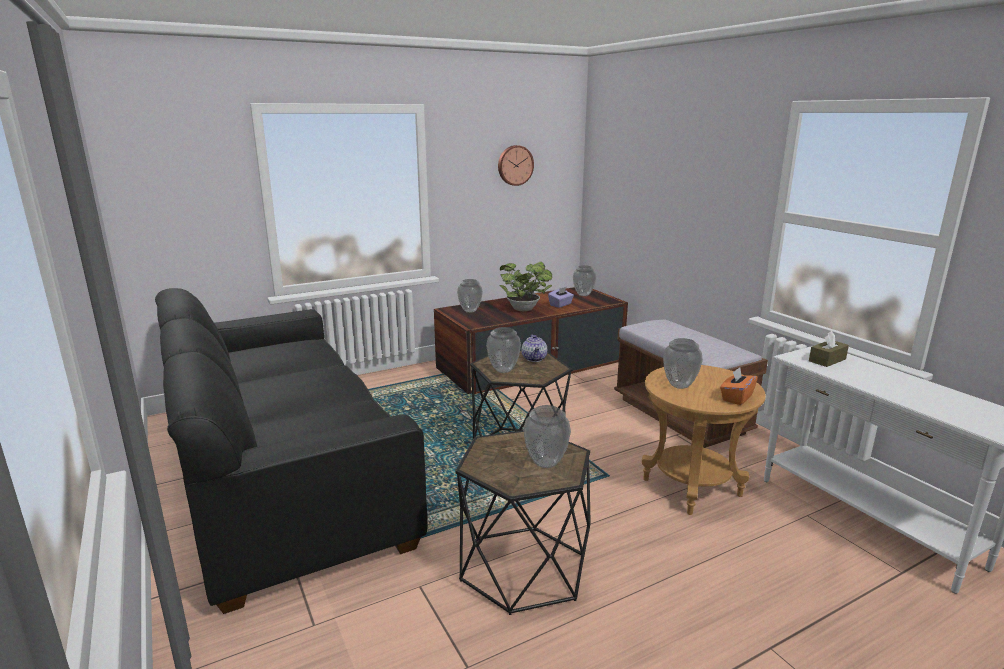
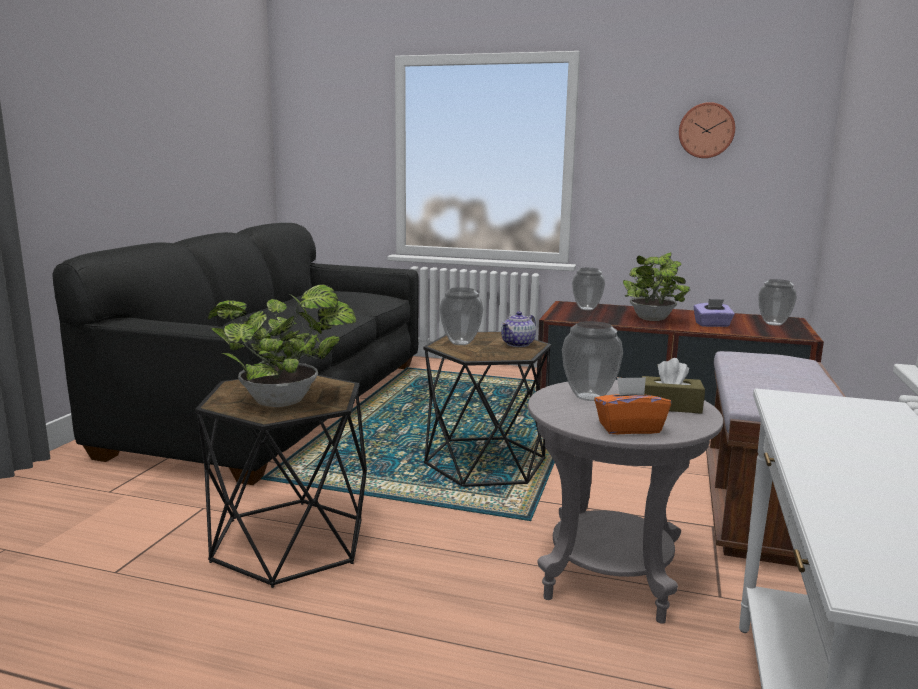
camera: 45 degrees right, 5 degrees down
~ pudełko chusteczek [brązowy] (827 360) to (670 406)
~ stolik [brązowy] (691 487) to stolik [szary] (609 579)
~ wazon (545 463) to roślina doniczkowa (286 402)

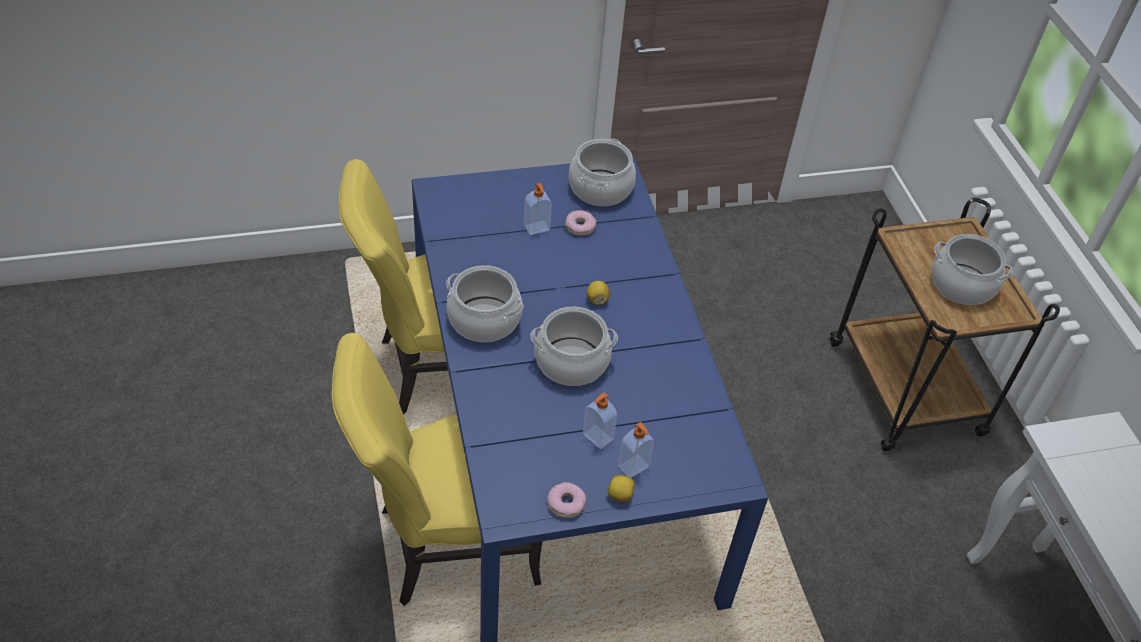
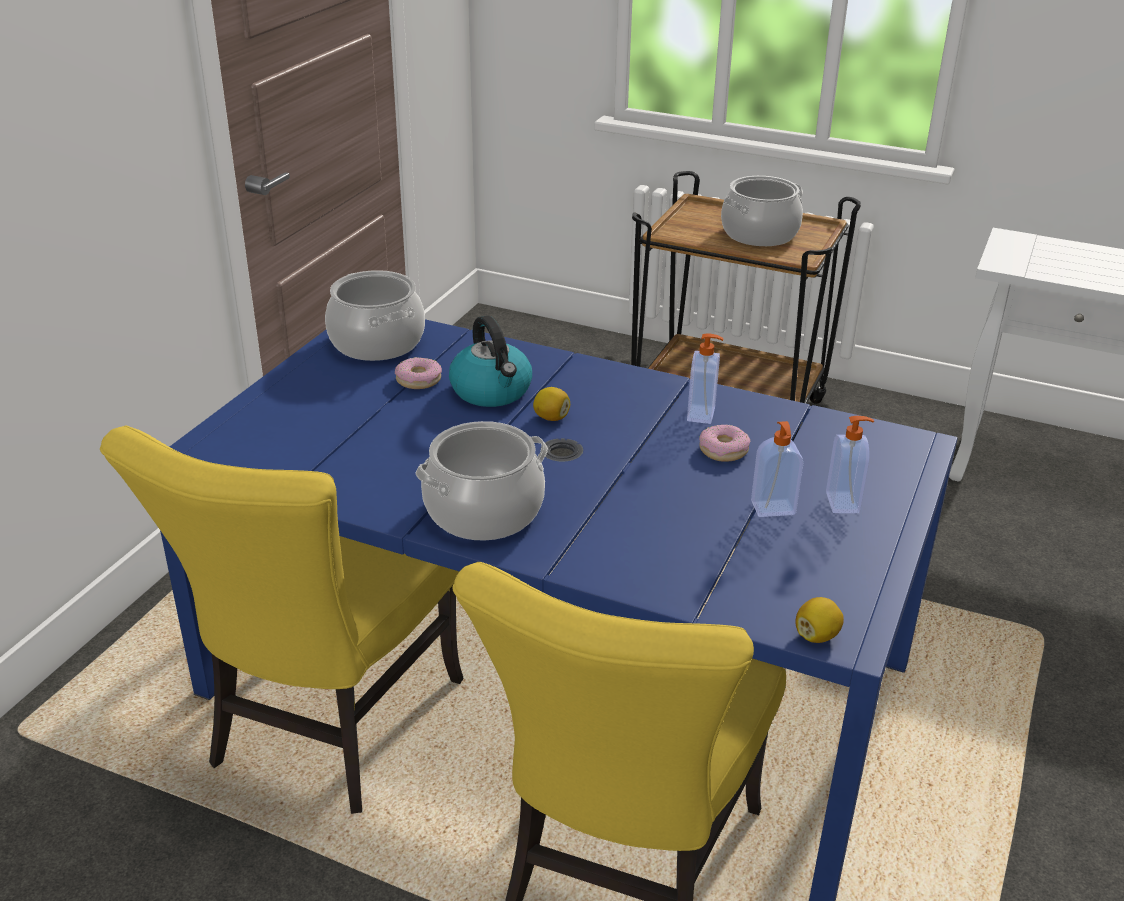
camera: 50 degrees left, 15 degrees down
~ dozownik mydła (537 228) to (702 414)
- garnek (571 362)
~ cytryna (620 495) to (816 635)
~ donut (566 504) to (723 450)
+ czajnik (492 391)

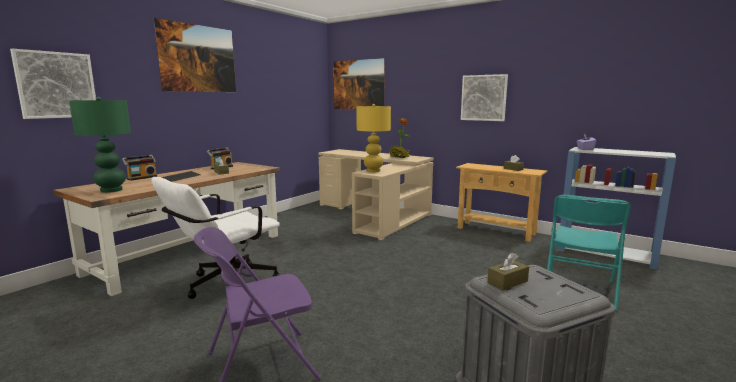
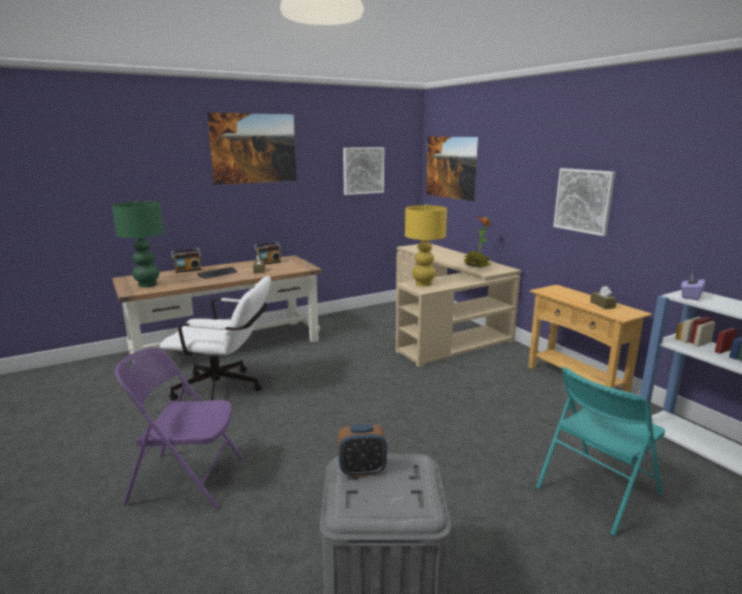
camera: 25 degrees right, 5 degrees up
~ obraz (56 85) to (363 170)
~ krzesło biurowe [biały] (224 286) = (225 389) 150 degrees counterclockwise
~ pudełko chusteczek [brązowy] (507 282) to budzik (362 470)

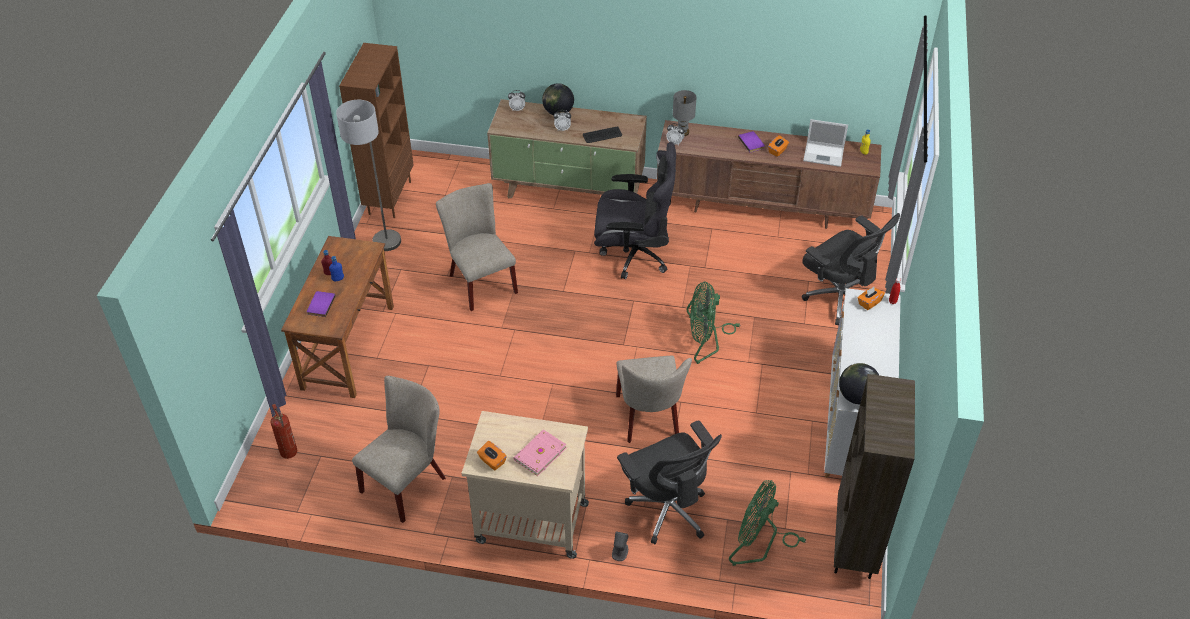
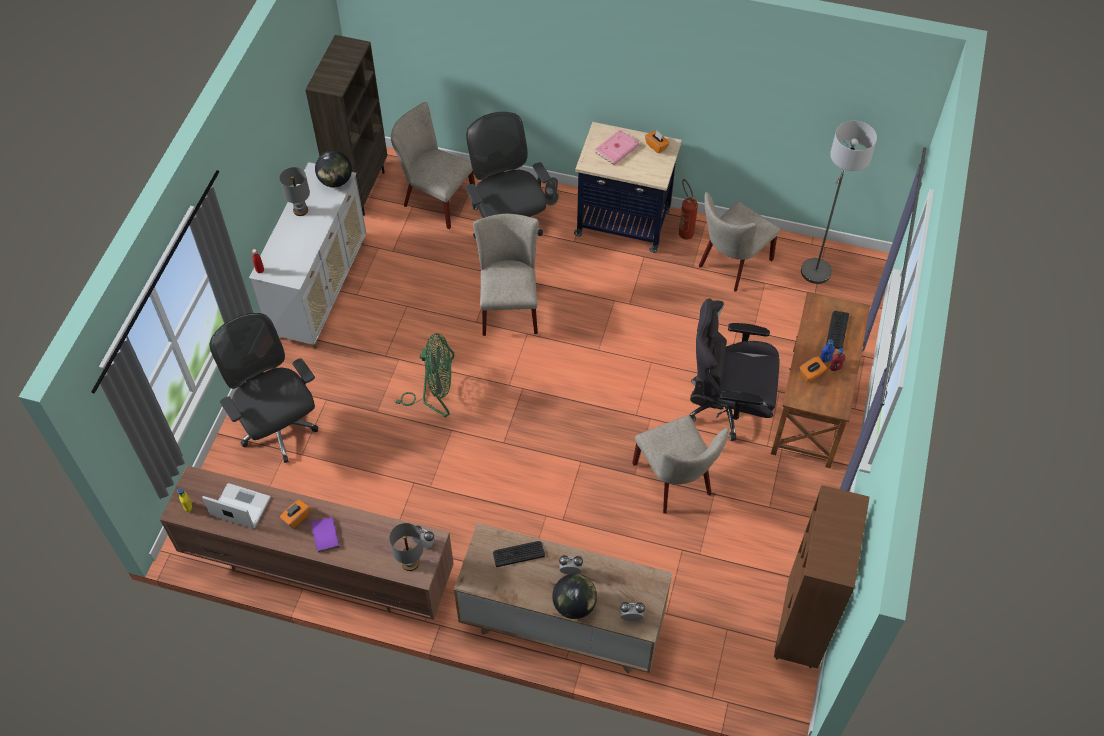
camera: 175 degrees left, 10 degrees up
~ lampa stojąca [szary] (382 247) to (819 265)
~ krzesło biurowe [czarny] (631 256) to (729 406)
~ pudełko chusteczek [pomarańczowy] (869 303) to (811 374)
~ książka [fioletowy] (320 305) to klawiatura (837 330)
~ gaśnica (290 455) to (684 231)
~ wózek [beżowy] (531 523) to wózek [niebieski] (623 224)
~ wentylator [zielony] (761 539) to krzesło [beżowy] (435 199)
+ lampa stołowa [szary] (301 210)

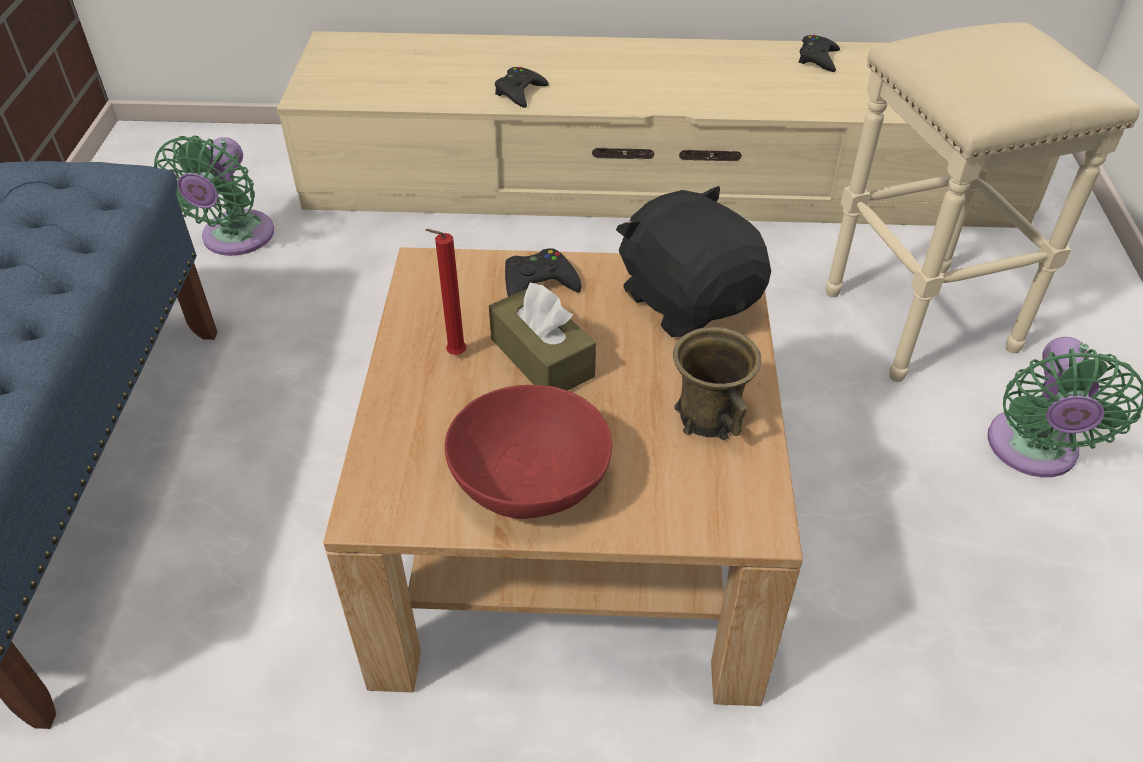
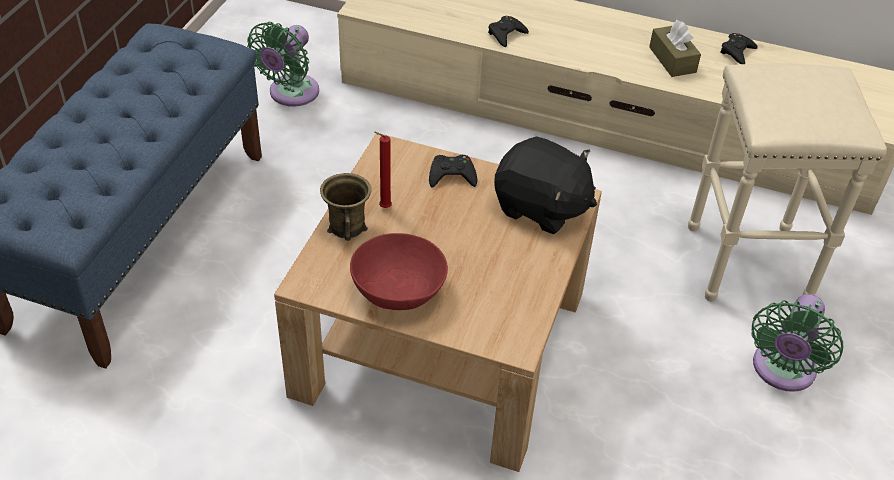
camera: 15 degrees right, 0 degrees up
~ pluszak [czarny] (688 300) = (541 208) 135 degrees clockwise
~ pudełko chusteczek [brązowy] (542 358) to (672 60)
~ kubek [brązowy] (709 416) to (347 226)

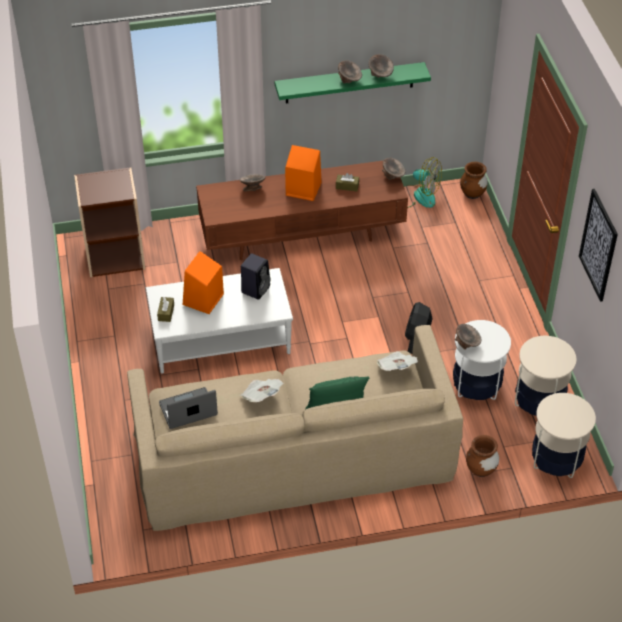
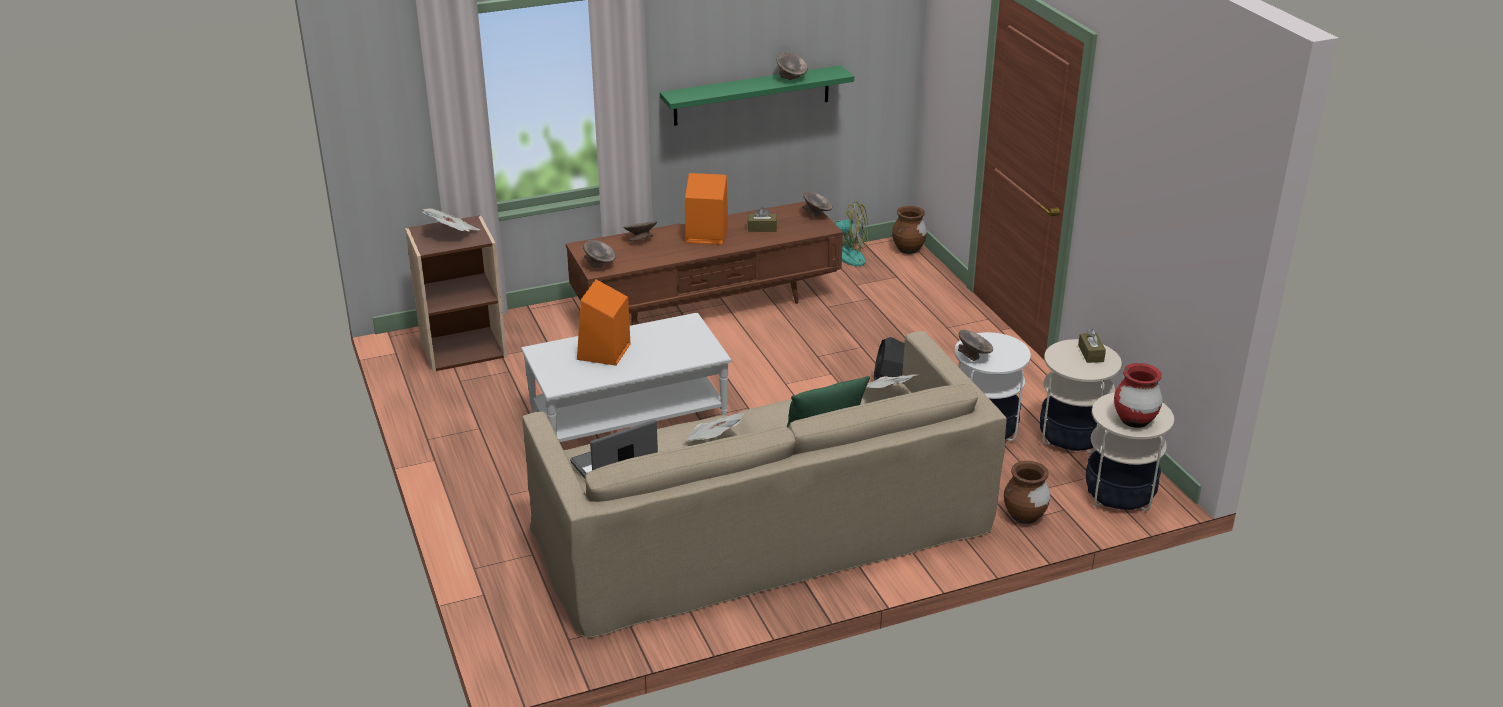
camera: 10 degrees left, 15 degrees down
~ miska [szary] (349 81) to (599 265)
- obraz (598 245)
- głośnik [czarny] (256 289)
~ pudełko chusteczek [brązowy] (166 313) to (1090 353)
+ gazeta (452 233)
+ wazon [czerwony] (1134 421)

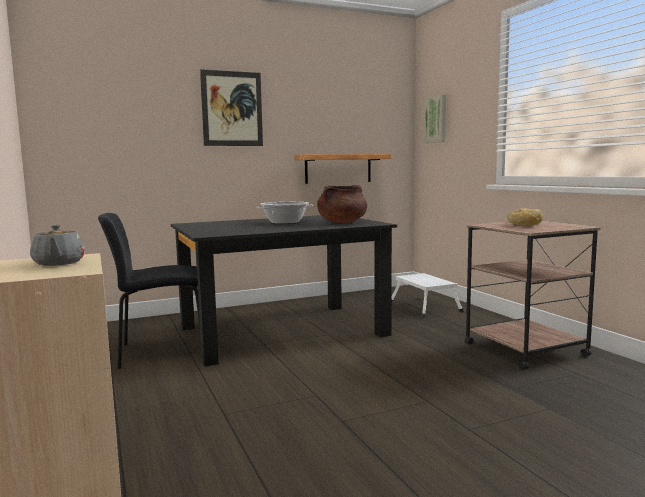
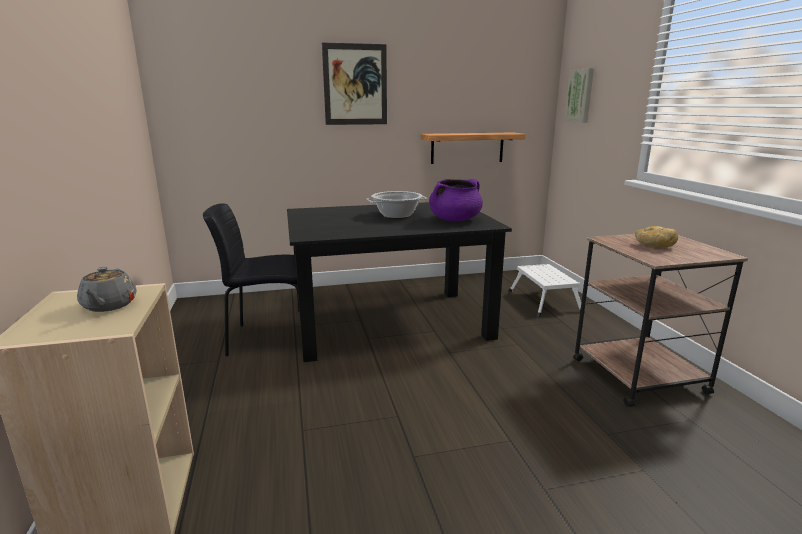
camera: 10 degrees right, 10 degrees up
~ garnek [brązowy] (342 222) to garnek [fioletowy] (455 220)

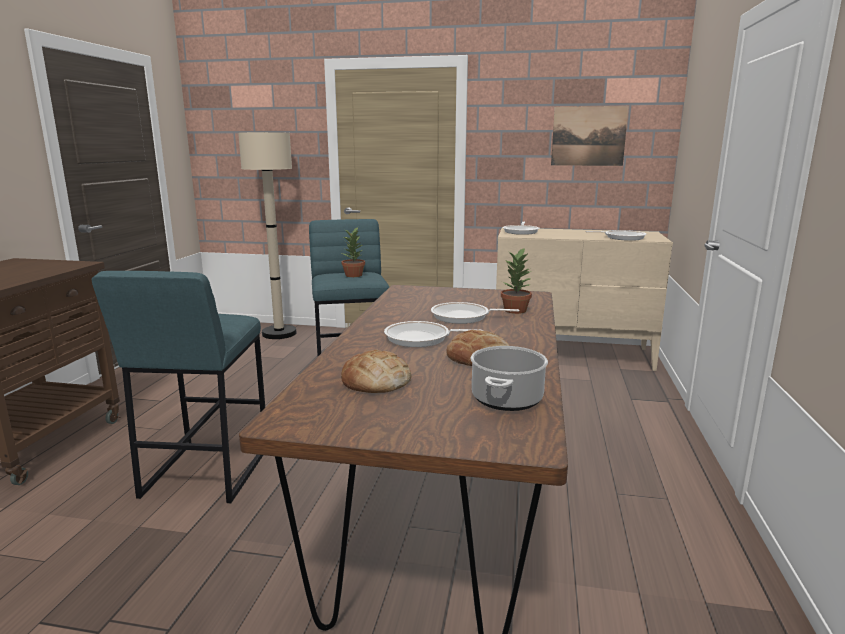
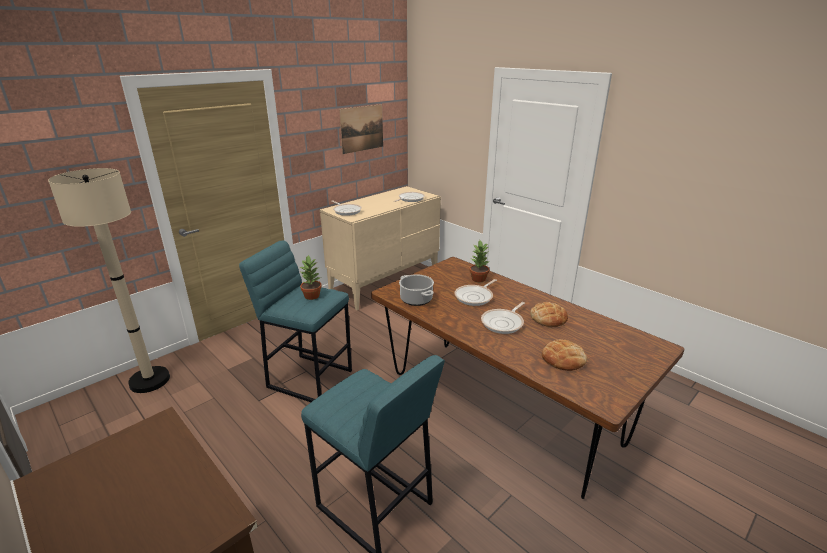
camera: 55 degrees left, 10 degrees up
~ garnek (506 398) to (415 299)

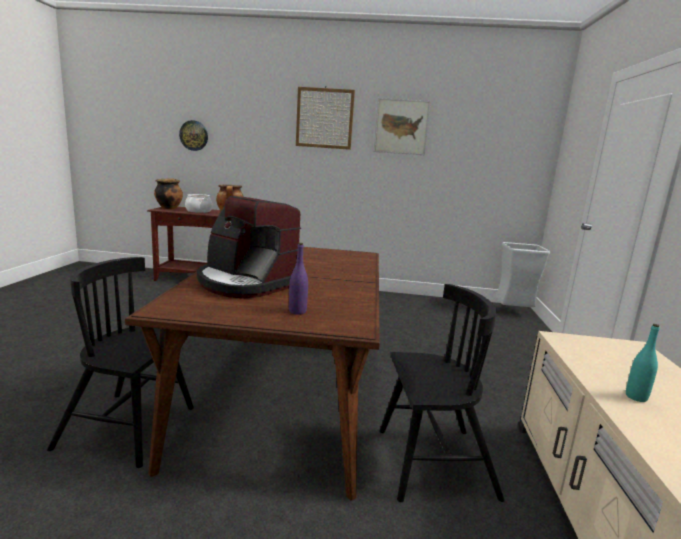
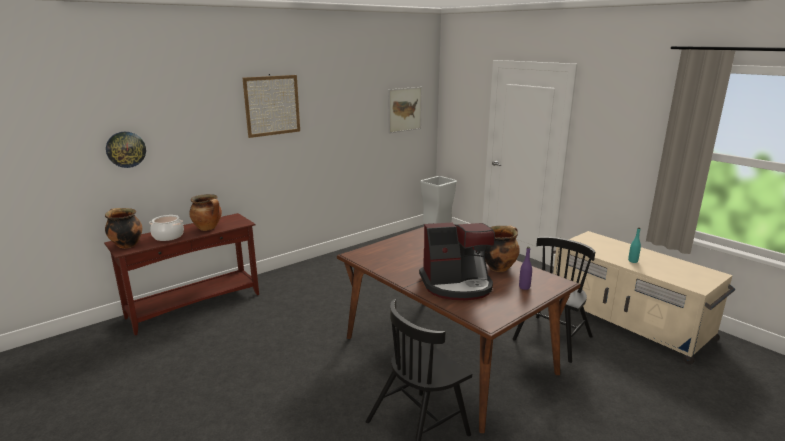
camera: 45 degrees left, 5 degrees up
~ obraz (401 127) to (404 109)
+ garnek (499 267)

